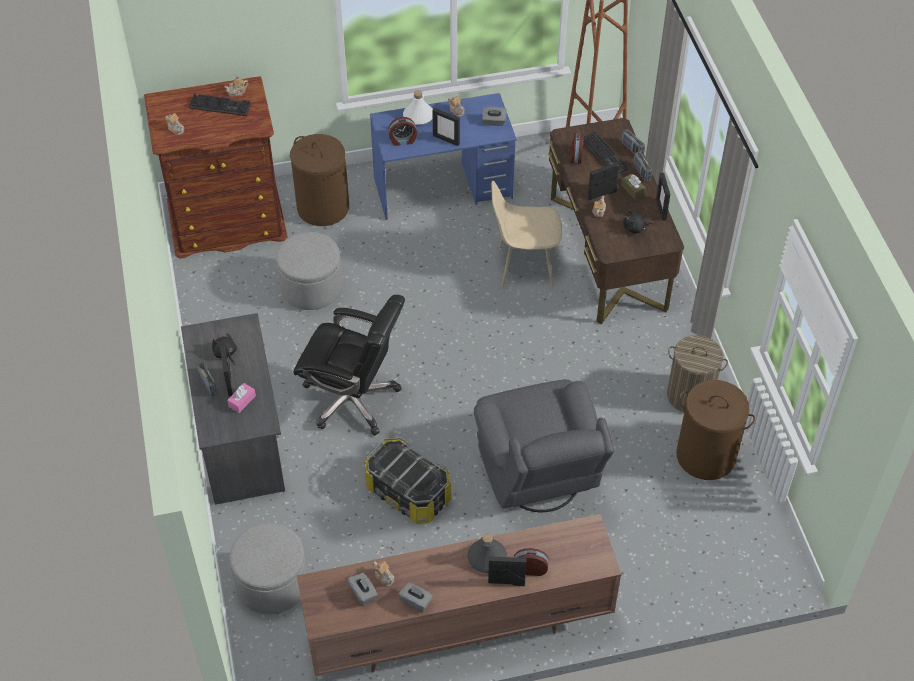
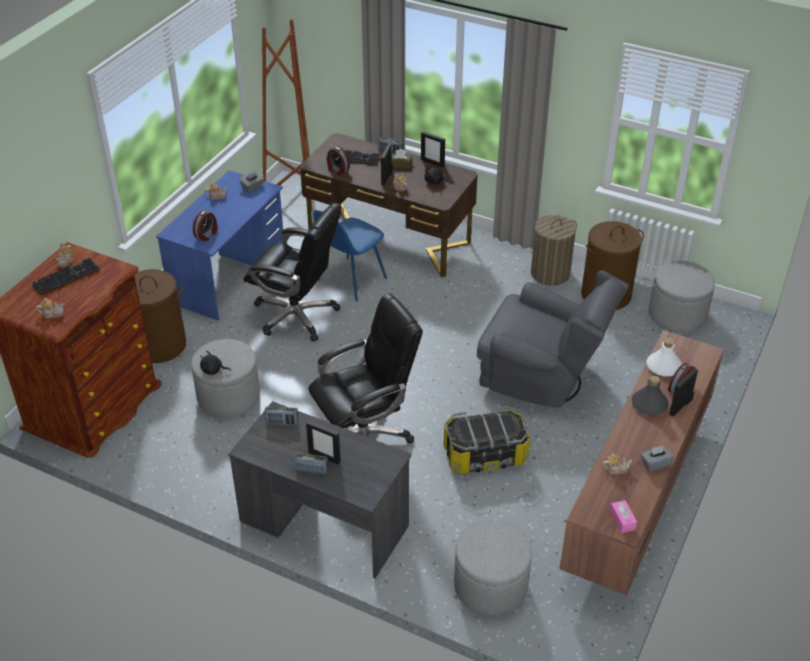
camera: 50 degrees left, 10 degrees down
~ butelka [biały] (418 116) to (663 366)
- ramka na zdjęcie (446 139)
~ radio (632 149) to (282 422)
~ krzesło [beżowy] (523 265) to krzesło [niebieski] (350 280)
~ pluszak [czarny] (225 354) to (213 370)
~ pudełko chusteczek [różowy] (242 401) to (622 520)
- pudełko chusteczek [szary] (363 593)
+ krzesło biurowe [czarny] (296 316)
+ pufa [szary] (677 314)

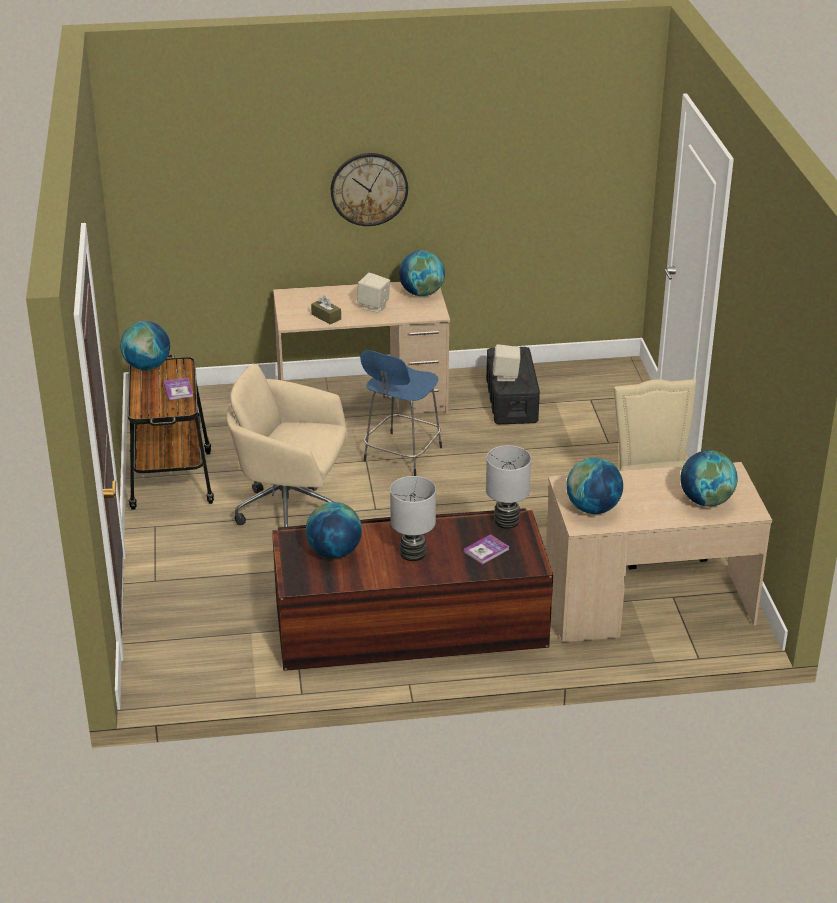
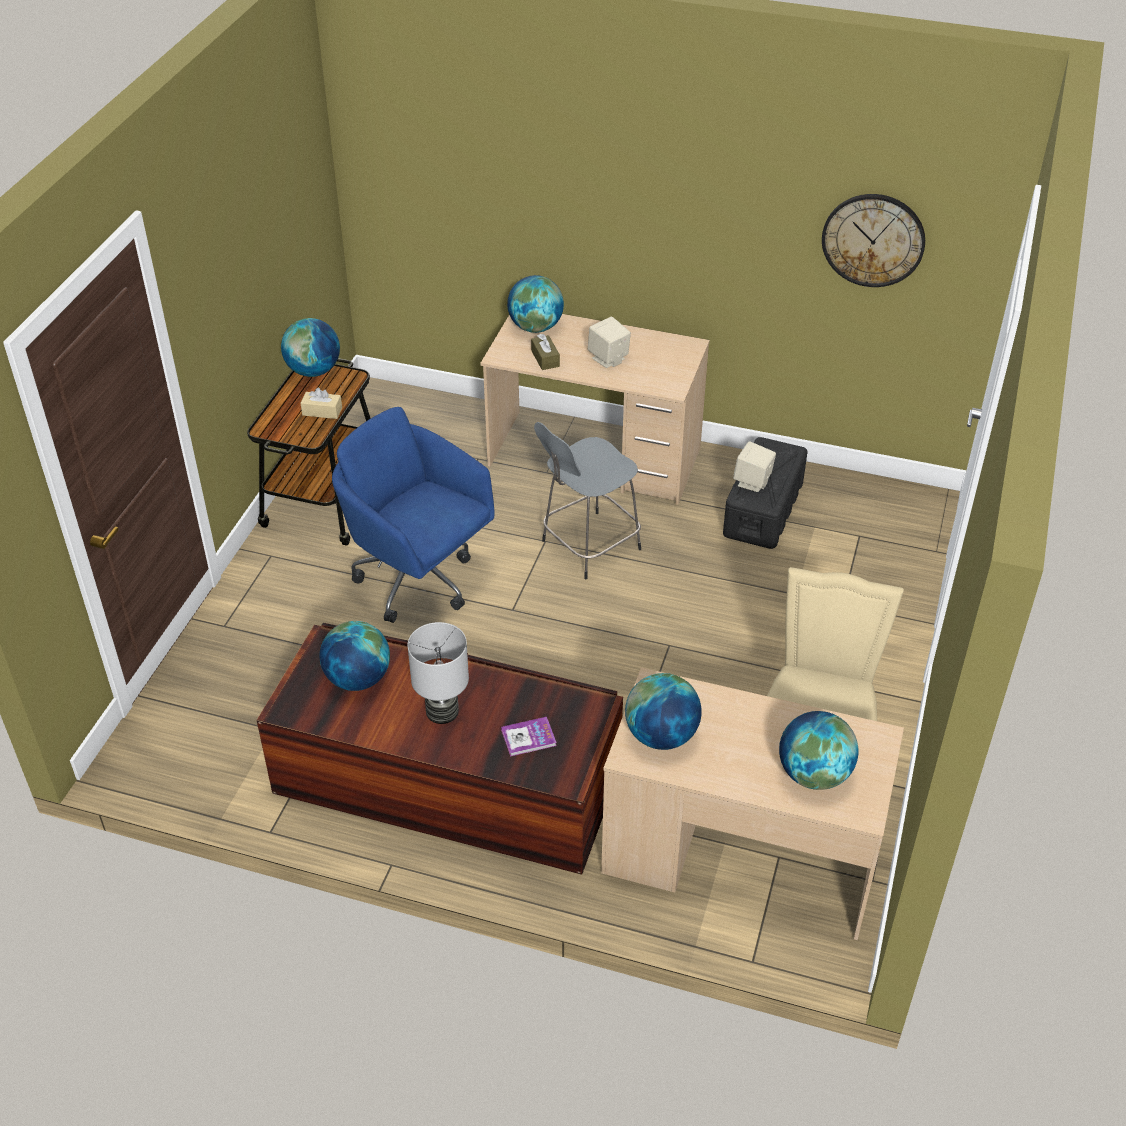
camera: 25 degrees right, 10 degrees up
~ zegar ścienny (369 189) to (873 240)
~ globus (421 293) to (536 327)
~ stołek [niebieski] (401 455) to stołek [szary] (588 546)
~ krzesło biurowe [beżowy] (291 512) to krzesło biurowe [niebieski] (420 584)
~ książka (178 390) to pudełko chusteczek [beżowy] (322 411)
- lampa stołowa [szary] (506 521)

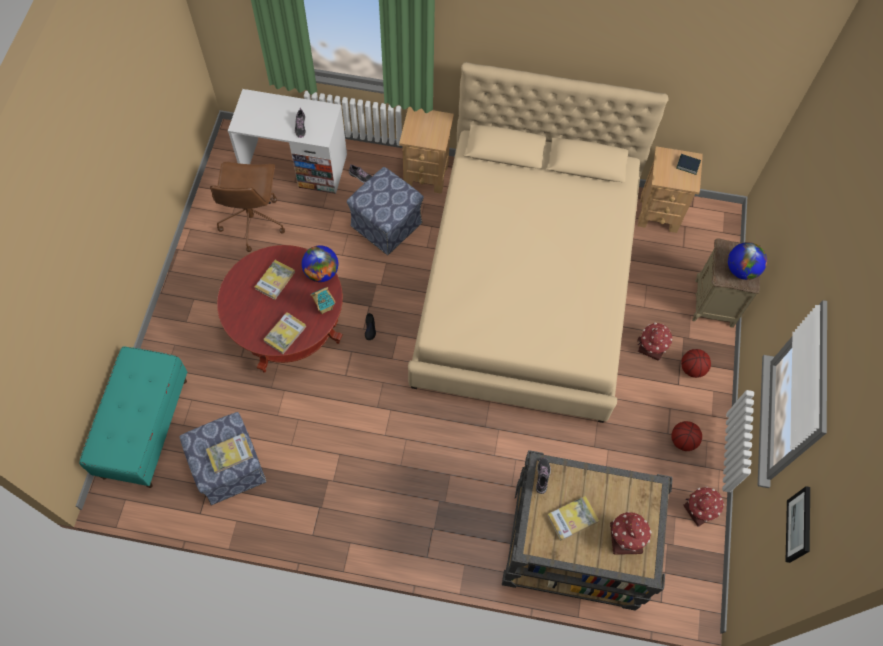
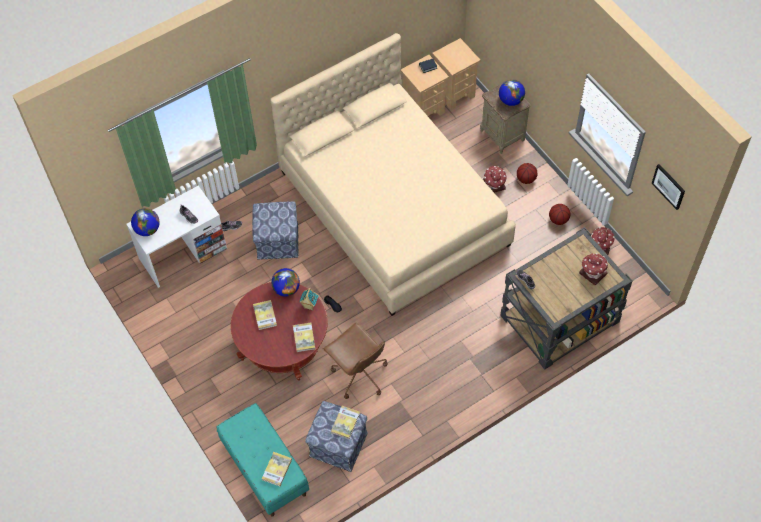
camera: 40 degrees left, 5 degrees down
~ szafka nocna [beżowy] (426 175) to (455 93)
~ krzesło biurowe [brązowy] (253 220) to (358 373)
~ książka (572 518) to (277 469)
+ globus (147 229)

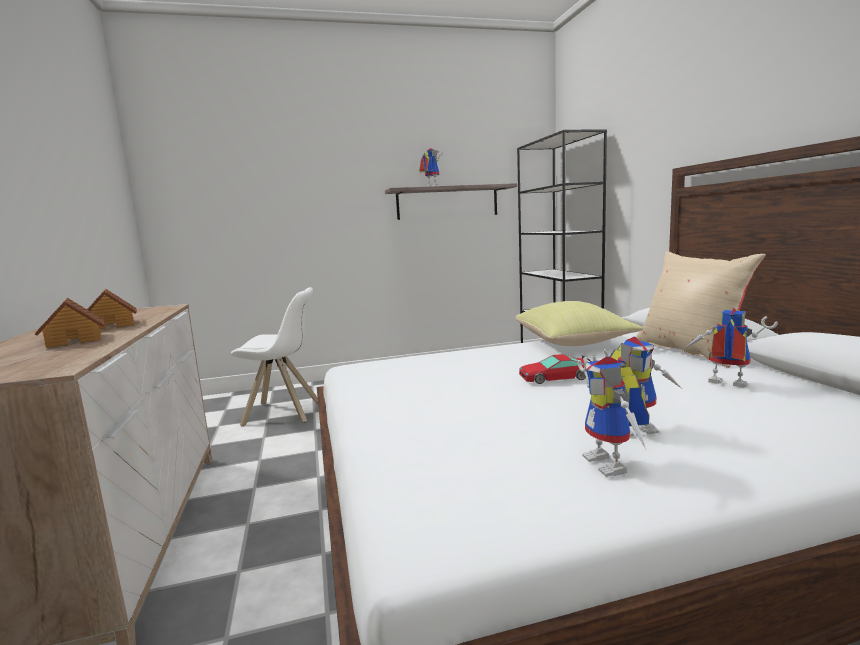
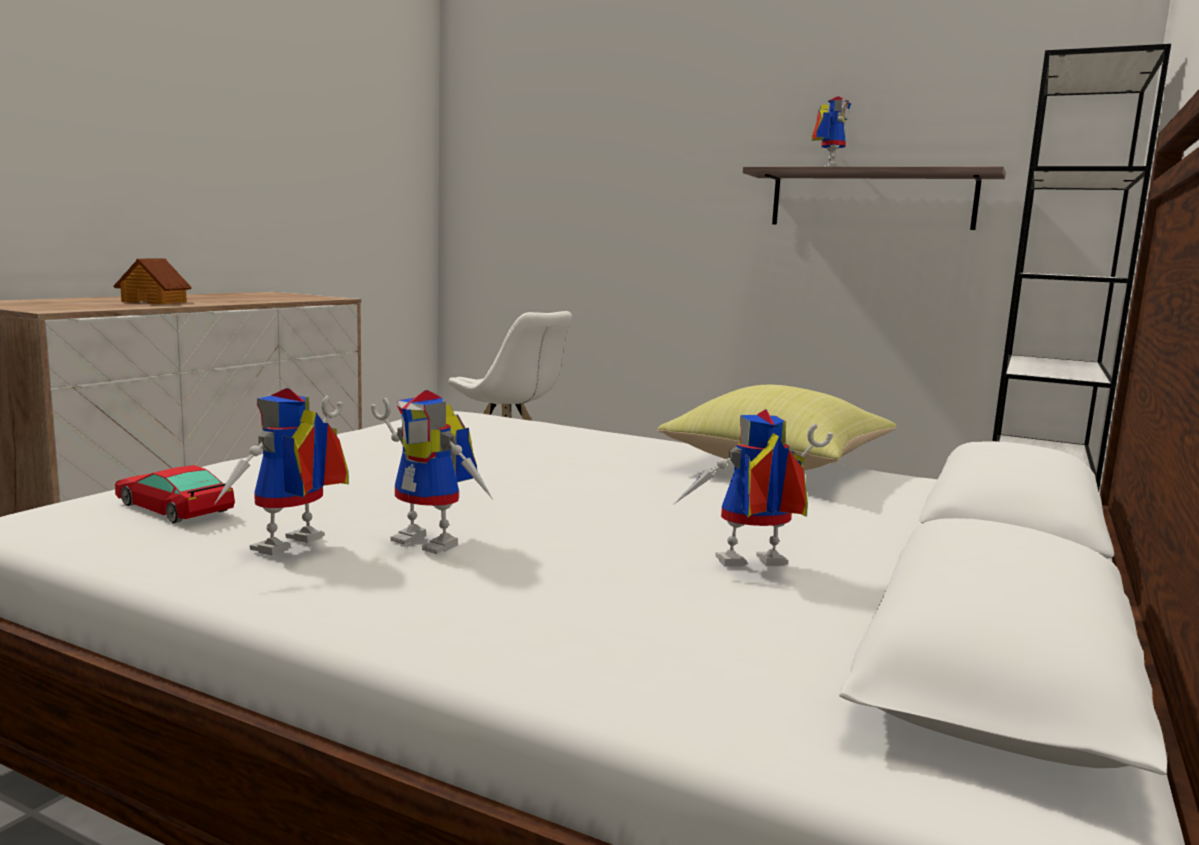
camera: 40 degrees right, 0 degrees up
- poduszka [beżowy] (690 351)
- domek (112 325)
~ robot zabawkowy (723 384) = (748 566) 90 degrees counterclockwise
~ samochodzik (555 377) to (175 508)

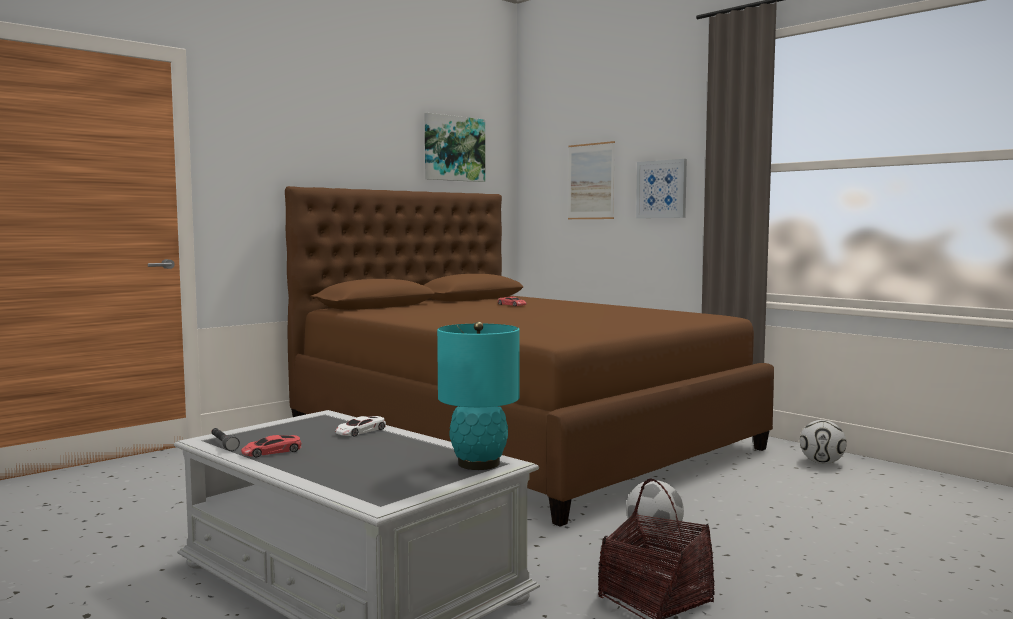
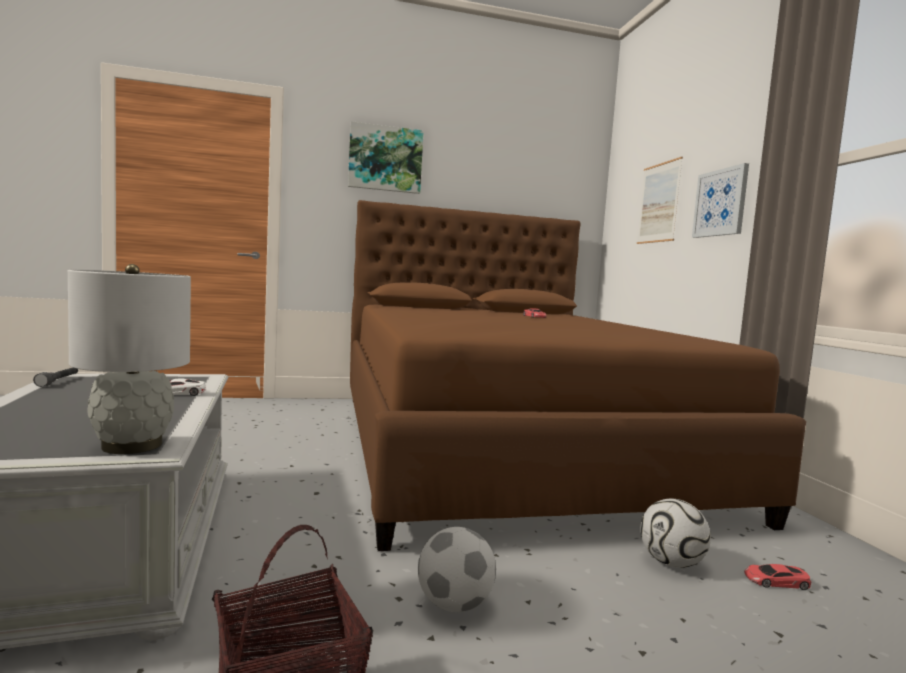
camera: 30 degrees right, 0 degrees up
~ obraz (453 148) to (385 159)
~ lampa stołowa [turkusowy] (478 463) to lampa stołowa [biały] (132 445)
~ piłka futbolowa (822 462) to (671 563)
~ samochodzik [czerwony] (271 451) to (776 581)

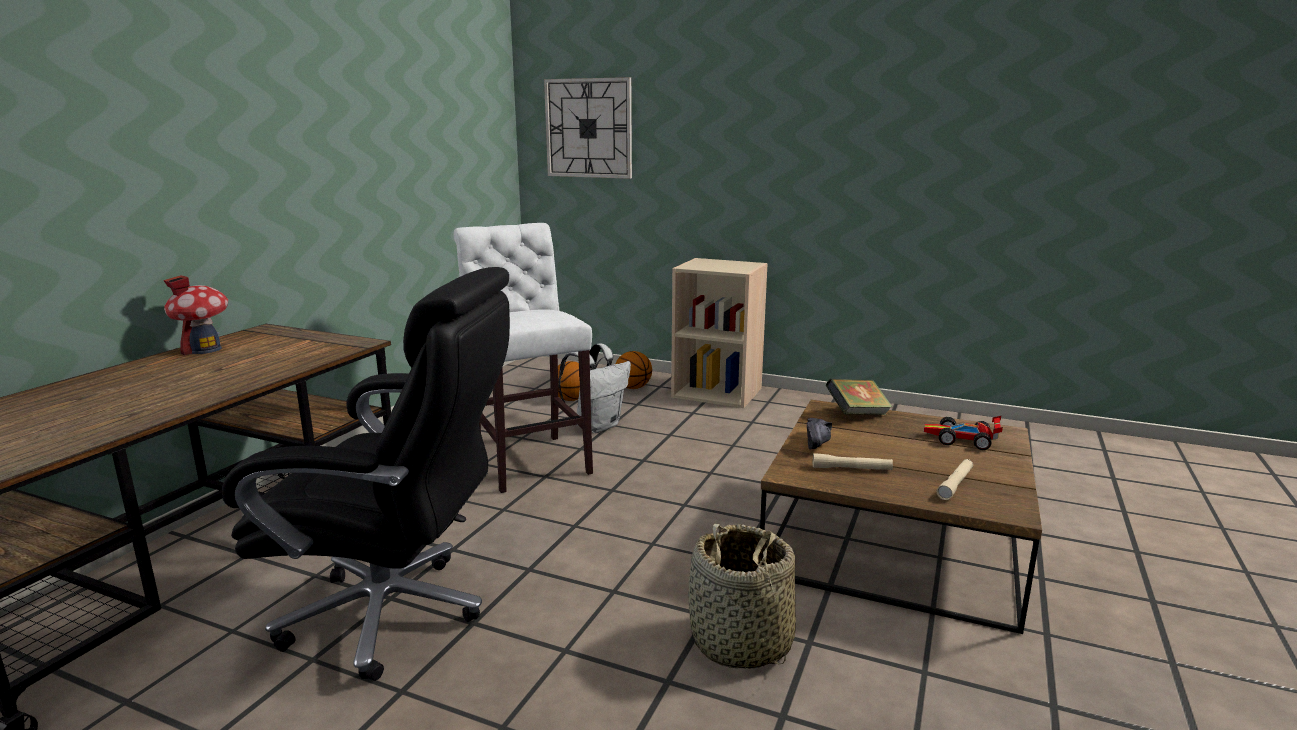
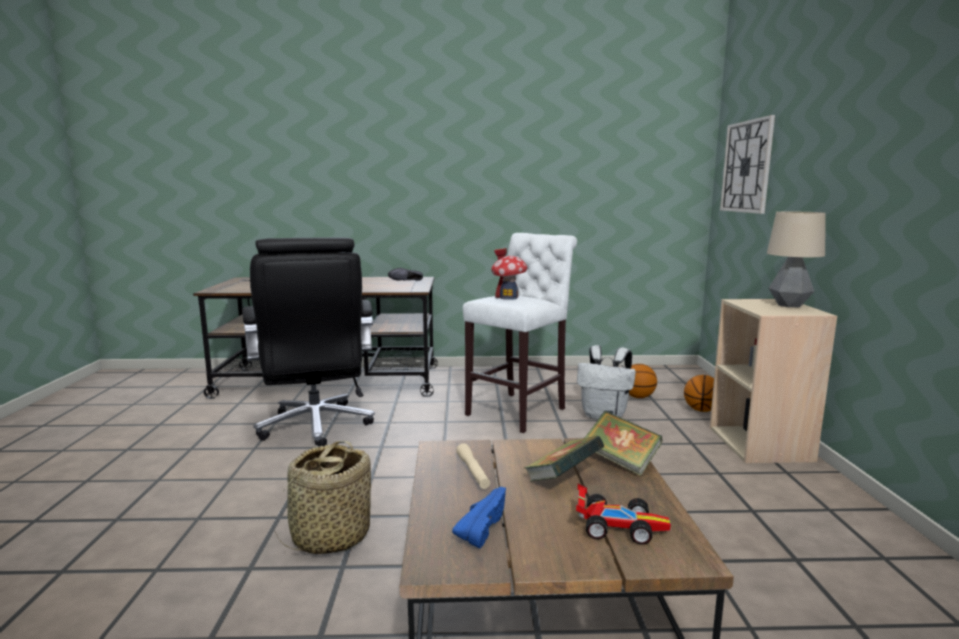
camera: 65 degrees right, 5 degrees down
~ domek (204 349) to (508 297)
~ samochodzik (962 440) = (618 526) 105 degrees clockwise
~ but [czarny] (819 443) to (407 281)
~ latarka [beżowy] (955 484) to but [niebieski] (480 527)
+ lampa stołowa (789 305)
+ książka (563 479)

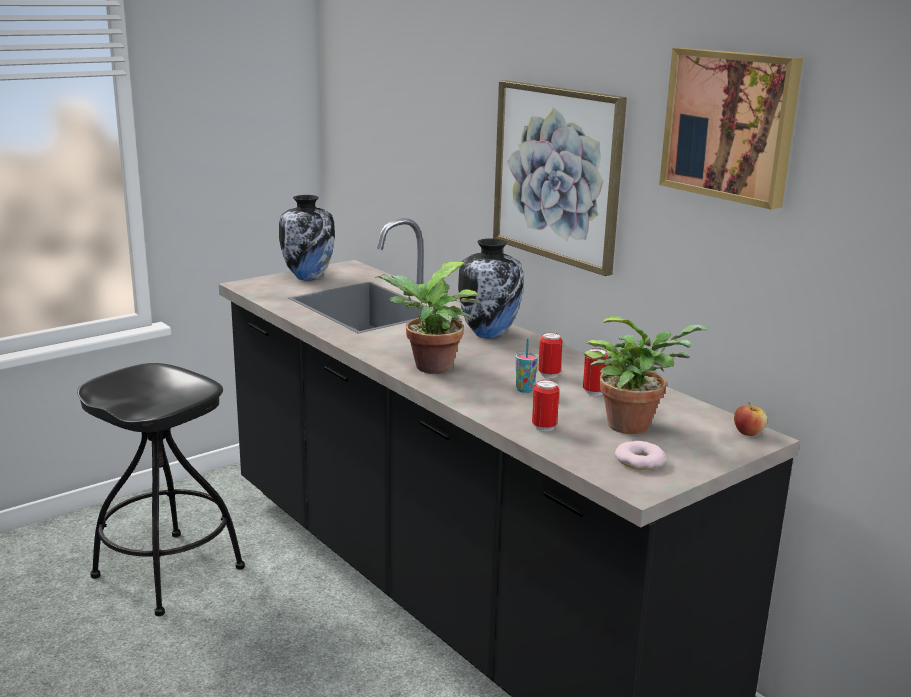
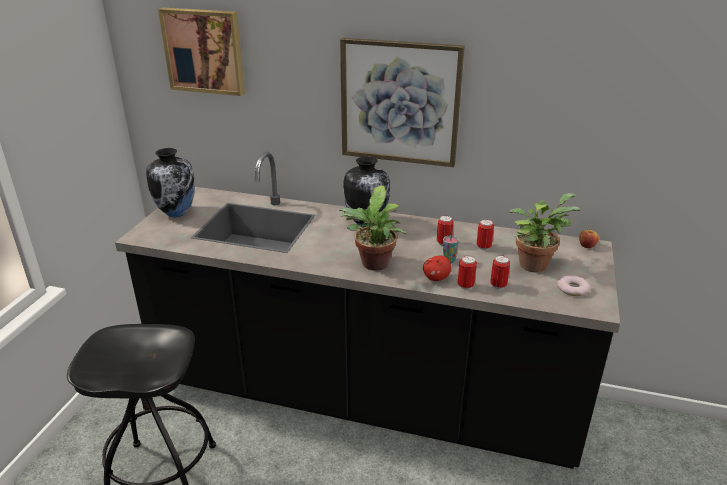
camera: 35 degrees left, 10 degrees up
~ obraz (731 125) to (204 51)
+ jabłko (436 278)
+ puszka (465 286)

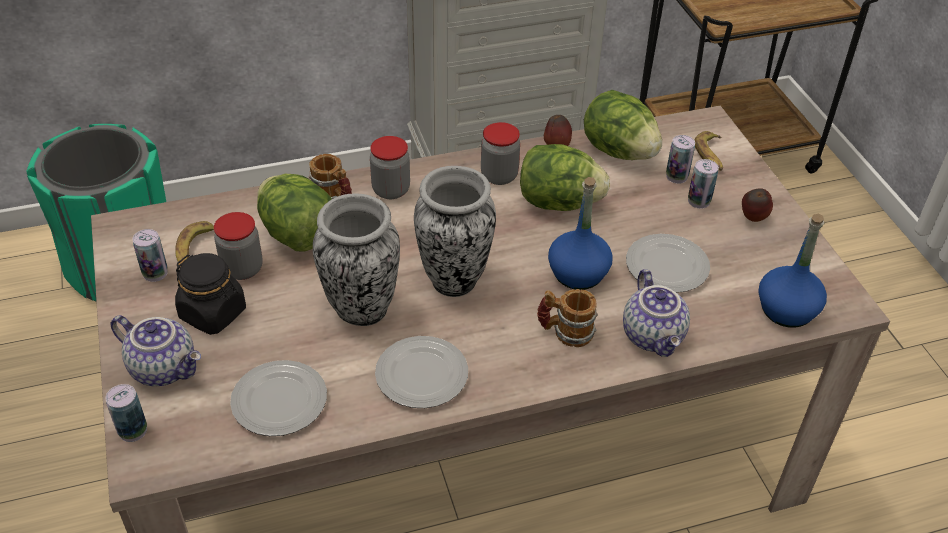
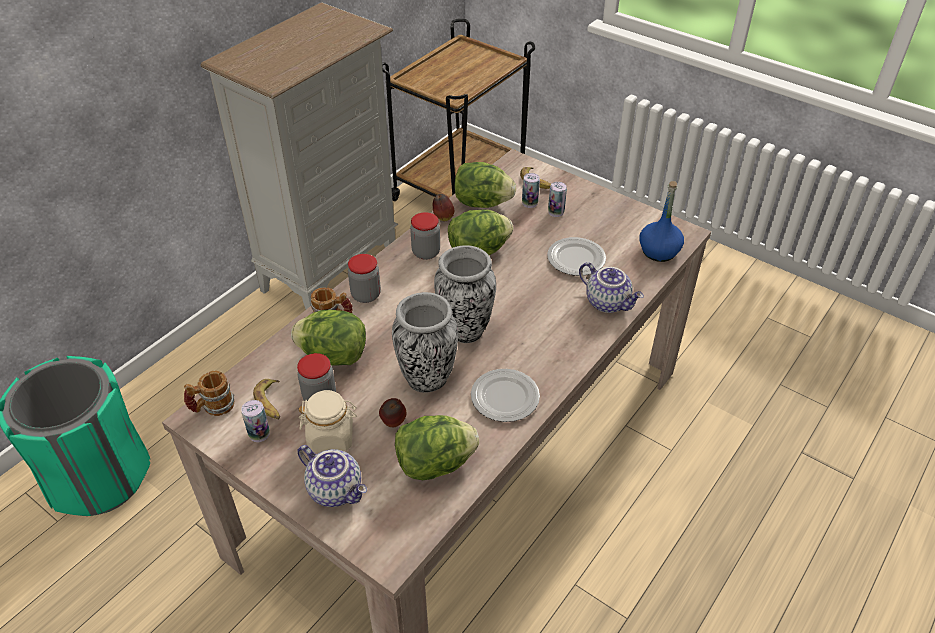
camera: 35 degrees left, 0 degrees up
- butelka [niebieski] (578 274)
~ jabłko (752 219) to (393 423)
~ słoik [czarny] (213 313) to słoik [beżowy] (331 436)
~ kubek (565 332) to (212 407)
~ imbryk (165 368) = (336 489) 45 degrees clockwise
~ talerz (279 400) to sałata (435 464)
- puszka (133 430)

